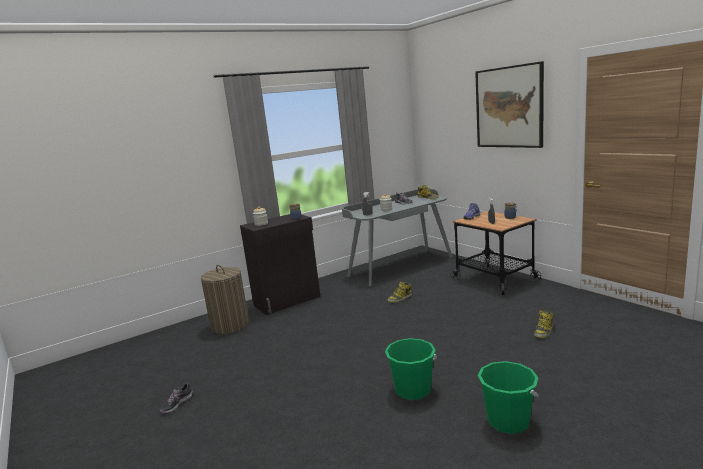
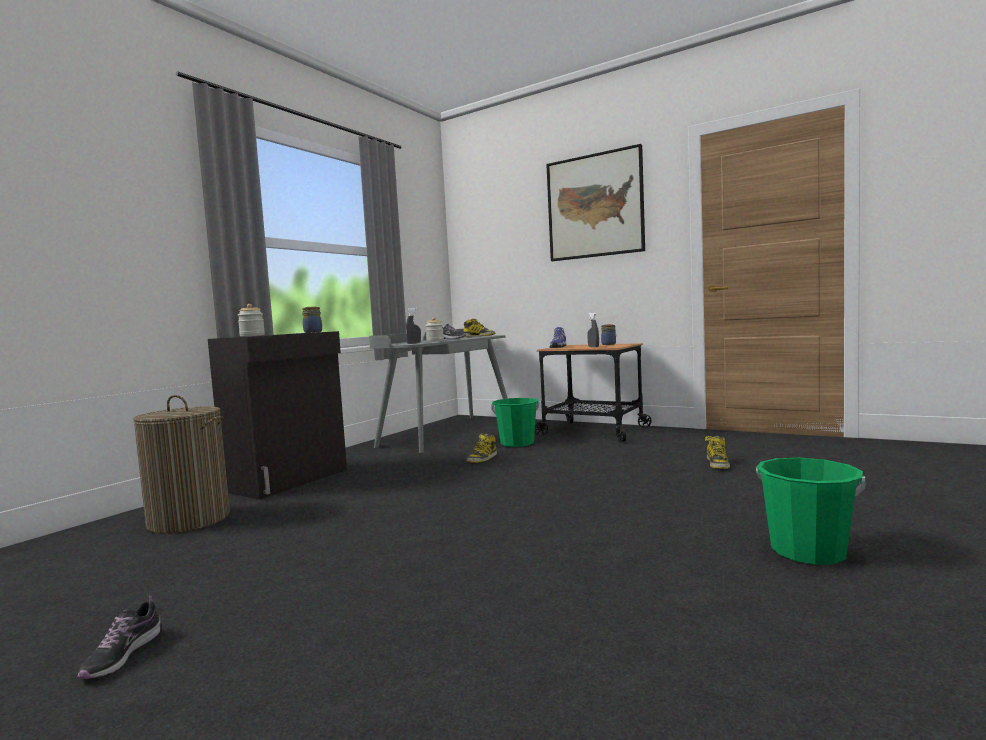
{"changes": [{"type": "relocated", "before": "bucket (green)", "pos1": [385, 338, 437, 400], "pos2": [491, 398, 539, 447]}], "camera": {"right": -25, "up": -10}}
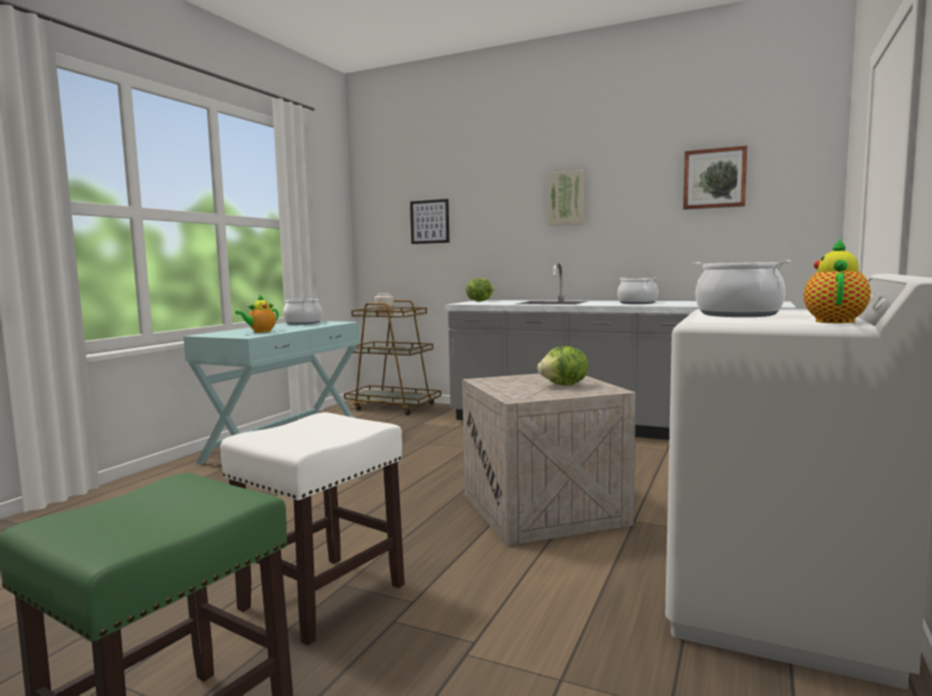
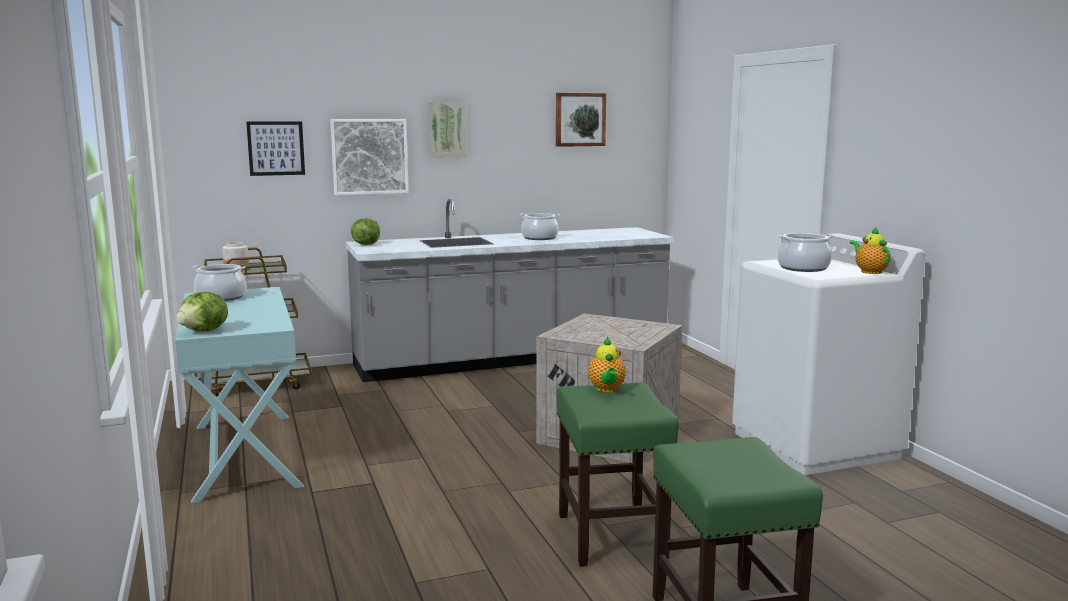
{"changes": [{"type": "appeared", "after": "picture", "pos2": [330, 119, 409, 195]}, {"type": "relocated", "before": "teapot", "pos1": [235, 294, 279, 333], "pos2": [588, 337, 626, 392]}, {"type": "relocated", "before": "lettuce", "pos1": [537, 346, 588, 385], "pos2": [176, 292, 228, 332]}, {"type": "colour", "before": "stool (white)", "after": "stool (green)", "pos1": [220, 412, 405, 645], "pos2": [556, 383, 679, 567]}], "camera": {"right": -45, "up": 5}}
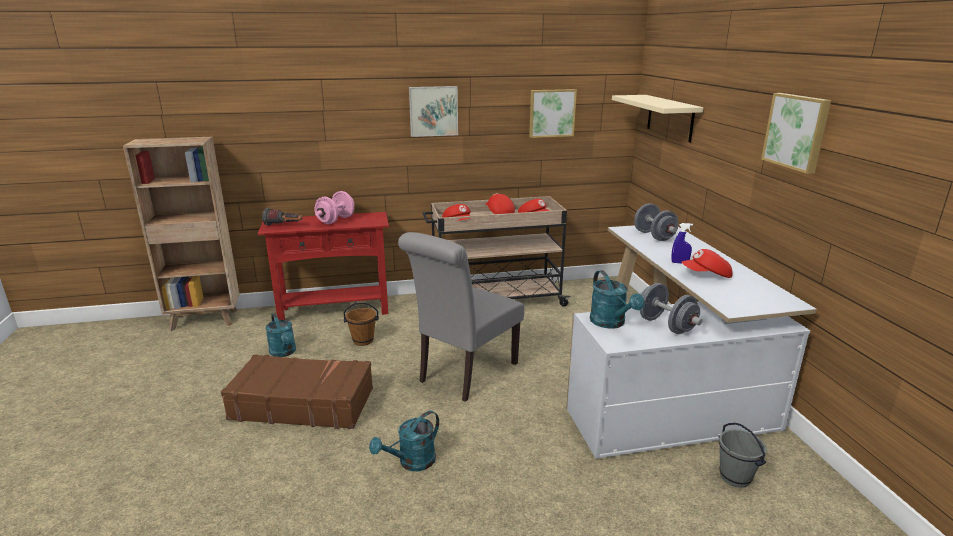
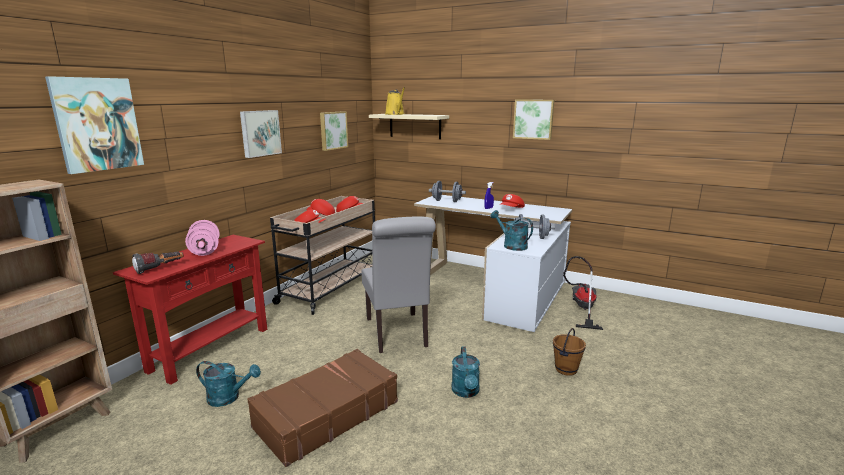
{"changes": [{"type": "appeared", "after": "picture", "pos2": [45, 76, 144, 174]}, {"type": "appeared", "after": "watering can (yellow)", "pos2": [385, 87, 405, 115]}, {"type": "relocated", "before": "bucket (brown)", "pos1": [343, 302, 379, 346], "pos2": [553, 328, 586, 376]}, {"type": "exchanged", "before": "bucket (grey)", "after": "vacuum cleaner", "pos1": [718, 423, 767, 488], "pos2": [563, 256, 603, 330]}, {"type": "spun", "before": "watering can (turquoise)", "pos1": [590, 270, 644, 329], "pos2": [490, 210, 533, 251], "turn": -150}], "camera": {"right": -50, "up": -5}}
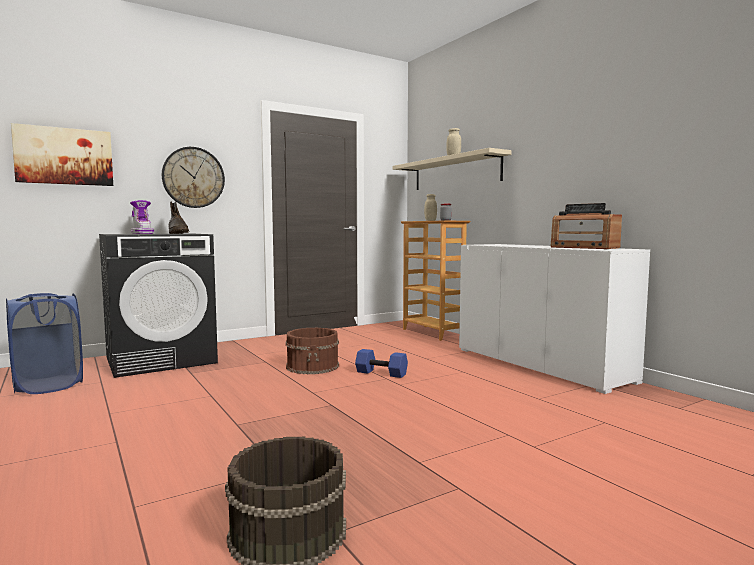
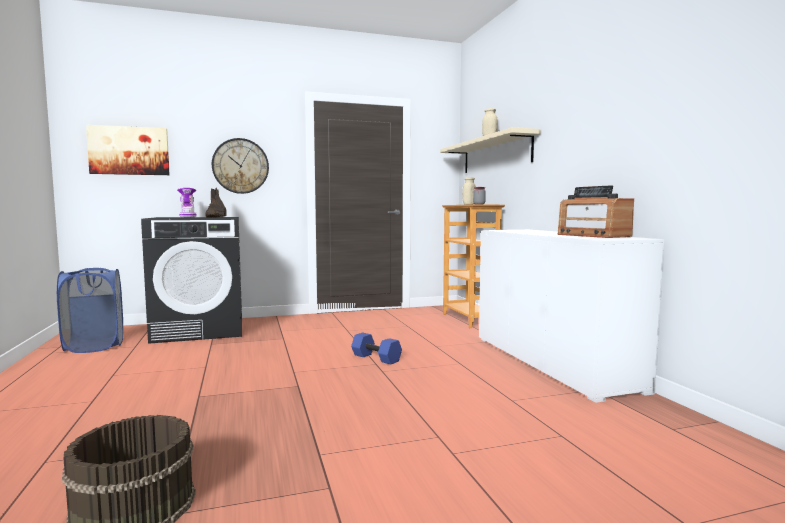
{"changes": [{"type": "missing", "before": "bucket (brown)", "pos1": [285, 328, 339, 374]}], "camera": {"right": 15, "up": 0}}
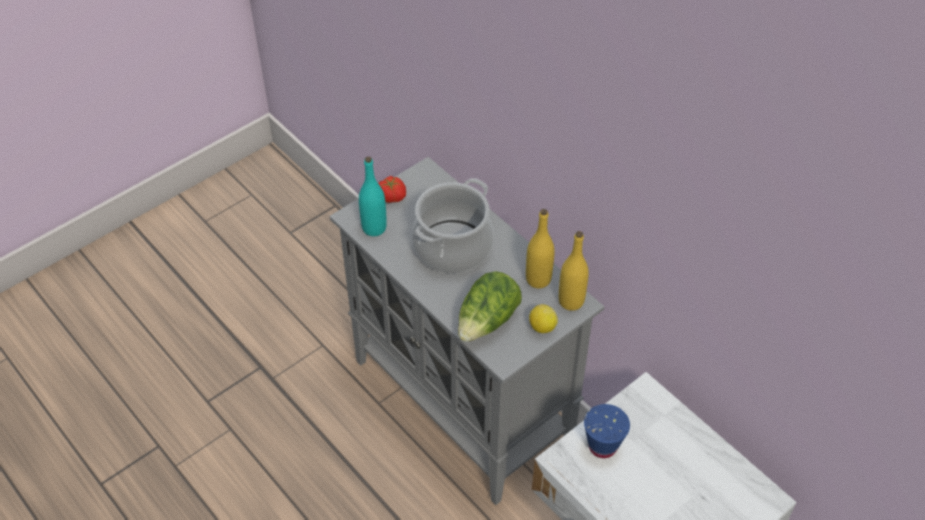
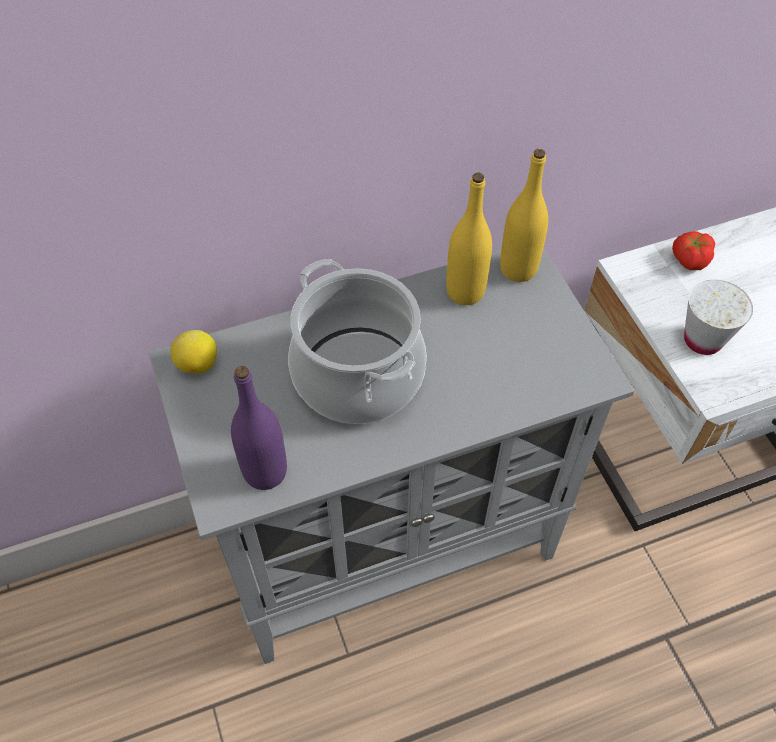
{"changes": [{"type": "missing", "before": "lettuce", "pos1": [458, 271, 522, 342]}, {"type": "relocated", "before": "tomato", "pos1": [378, 176, 406, 203], "pos2": [672, 231, 715, 270]}, {"type": "relocated", "before": "lemon", "pos1": [529, 304, 558, 333], "pos2": [171, 330, 217, 374]}, {"type": "colour", "before": "bottle (turquoise)", "after": "bottle (purple)", "pos1": [359, 157, 387, 236], "pos2": [231, 366, 287, 490]}, {"type": "colour", "before": "cup (blue)", "after": "cup (white)", "pos1": [584, 404, 630, 458], "pos2": [684, 280, 753, 355]}], "camera": {"right": -70, "up": 5}}
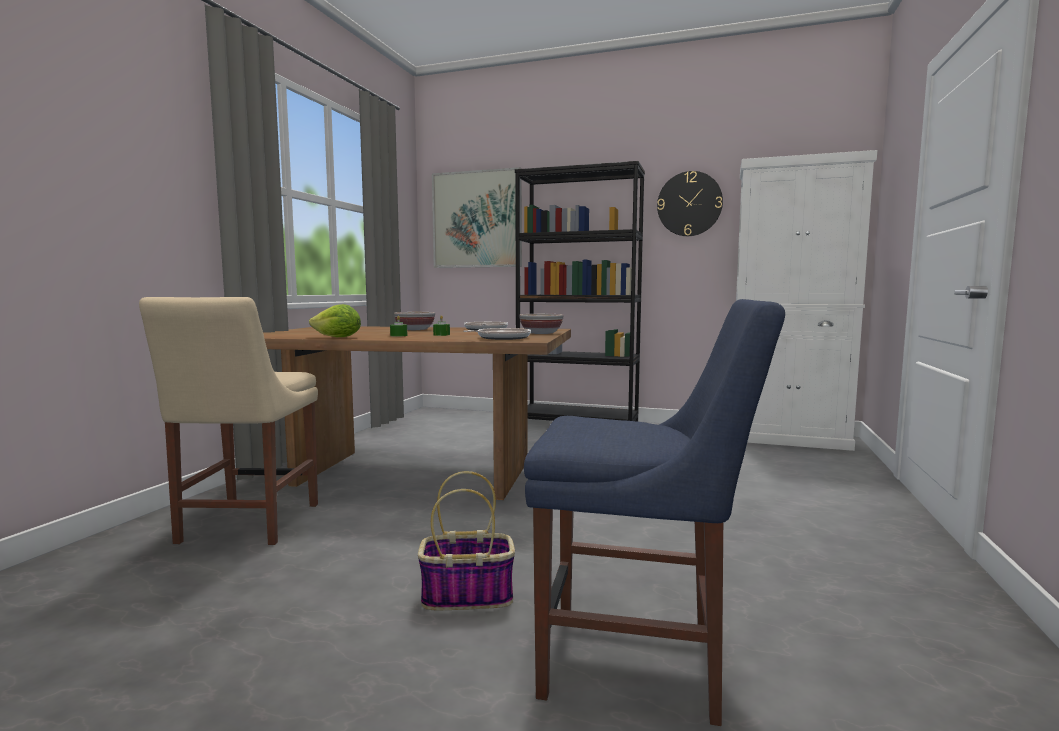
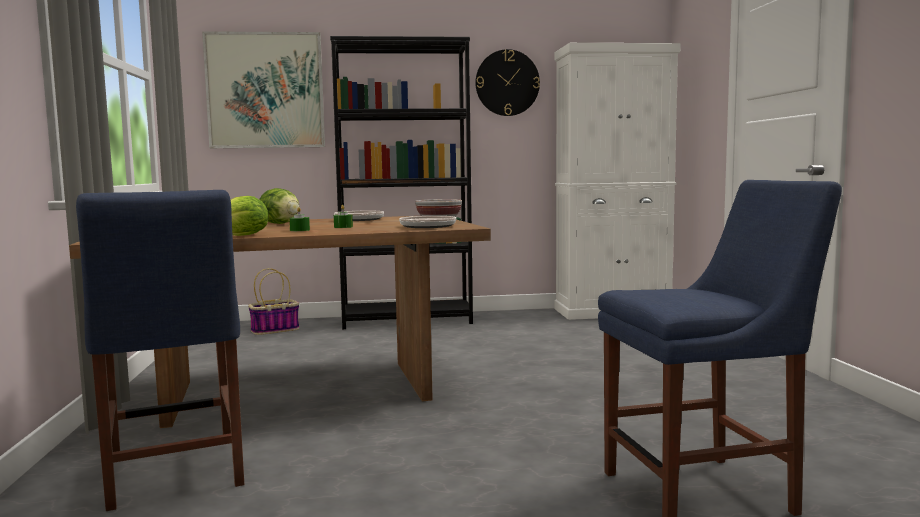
{"changes": [{"type": "relocated", "before": "basket", "pos1": [418, 471, 515, 610], "pos2": [248, 268, 299, 335]}, {"type": "exchanged", "before": "bowl", "after": "lettuce", "pos1": [394, 312, 435, 330], "pos2": [259, 188, 300, 224]}, {"type": "colour", "before": "chair (beige)", "after": "chair (blue)", "pos1": [139, 297, 318, 545], "pos2": [76, 190, 244, 511]}], "camera": {"right": -25, "up": 0}}
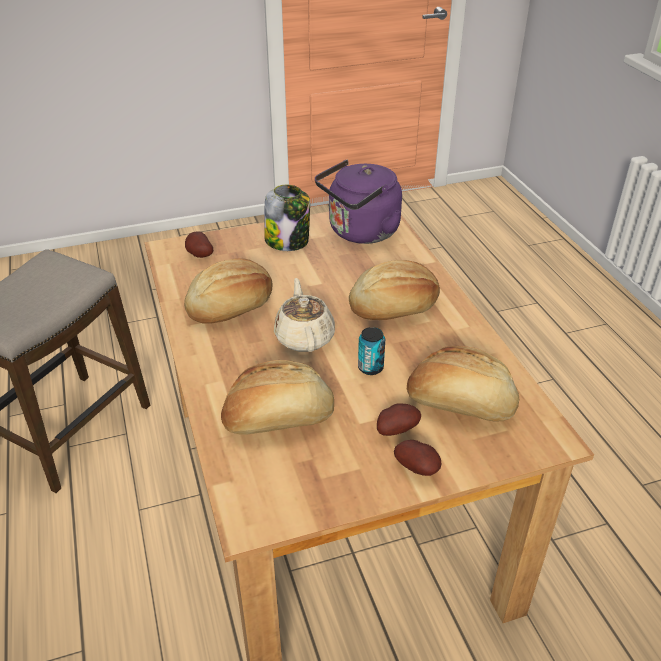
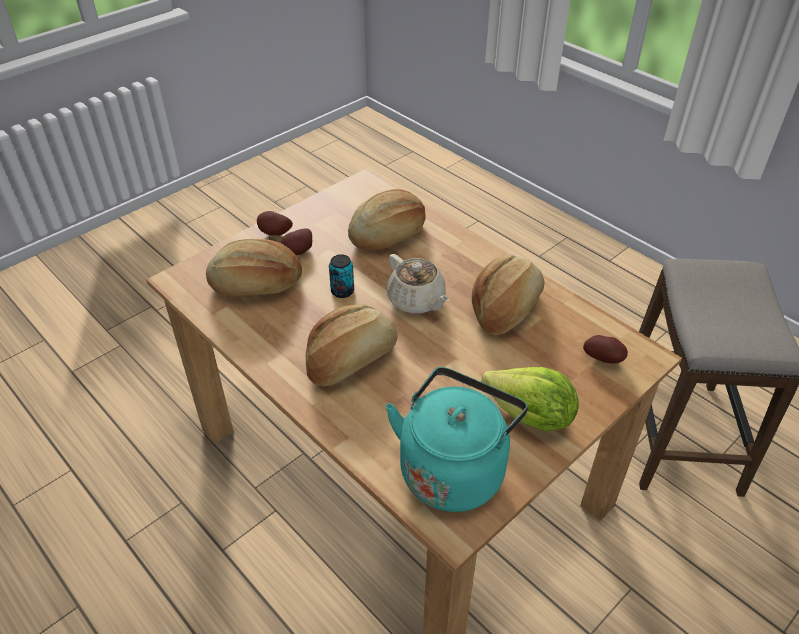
{"changes": [{"type": "exchanged", "before": "jar", "after": "lettuce", "pos1": [264, 185, 310, 251], "pos2": [481, 367, 579, 431]}, {"type": "colour", "before": "kettle (purple)", "after": "kettle (turquoise)", "pos1": [315, 159, 402, 244], "pos2": [386, 367, 528, 512]}], "camera": {"right": 155, "up": 5}}
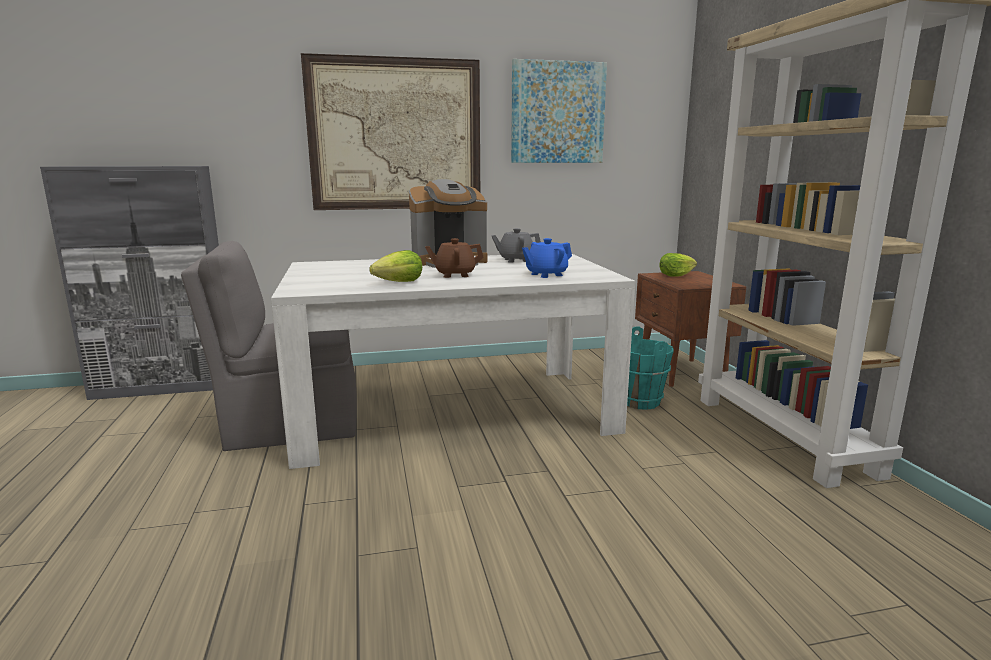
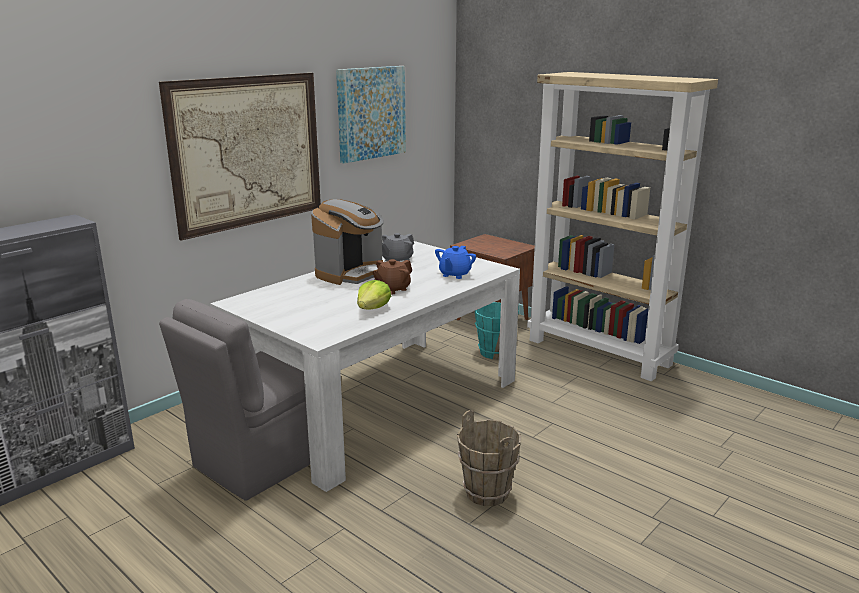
{"changes": [{"type": "missing", "before": "lettuce", "pos1": [659, 253, 697, 277]}, {"type": "appeared", "after": "bucket (brown)", "pos2": [457, 410, 521, 506]}], "camera": {"right": -35, "up": 5}}
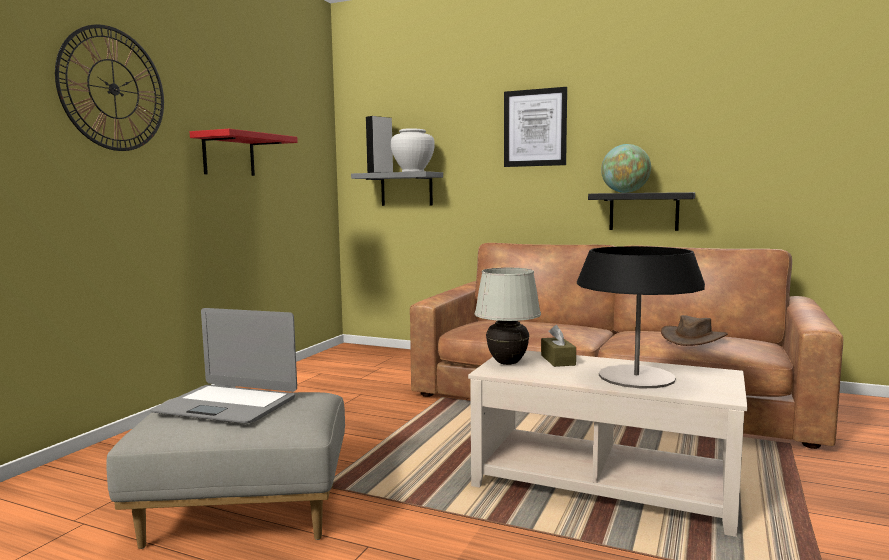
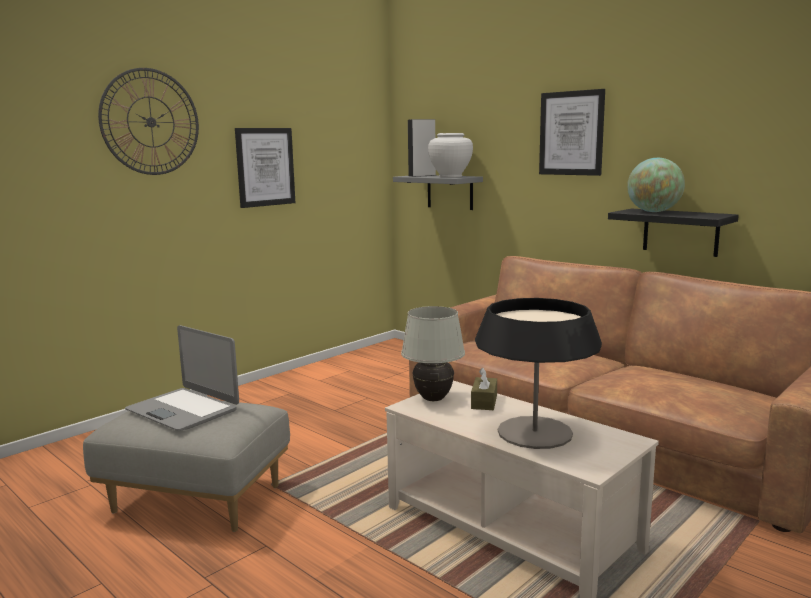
{"changes": [{"type": "missing", "before": "hat (brown)", "pos1": [661, 315, 728, 346]}, {"type": "exchanged", "before": "shelf (red)", "after": "picture", "pos1": [190, 129, 298, 176], "pos2": [235, 128, 295, 208]}], "camera": {"right": 20, "up": 5}}
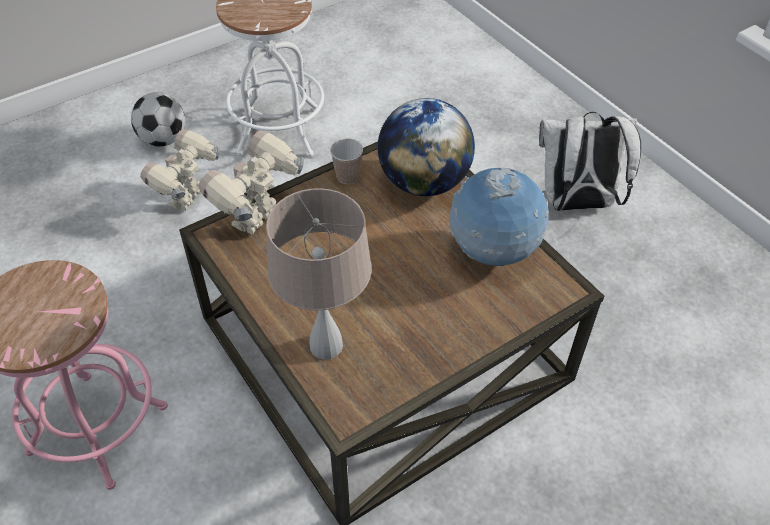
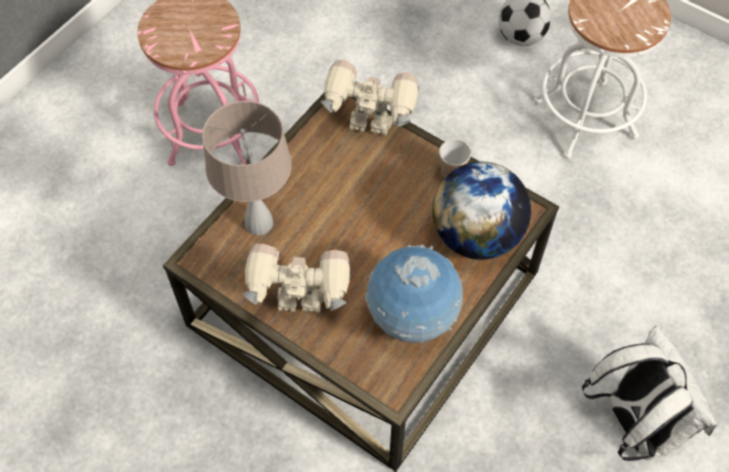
{"changes": [{"type": "relocated", "before": "toy robot", "pos1": [140, 129, 220, 211], "pos2": [243, 244, 350, 313]}], "camera": {"right": 70, "up": 10}}
